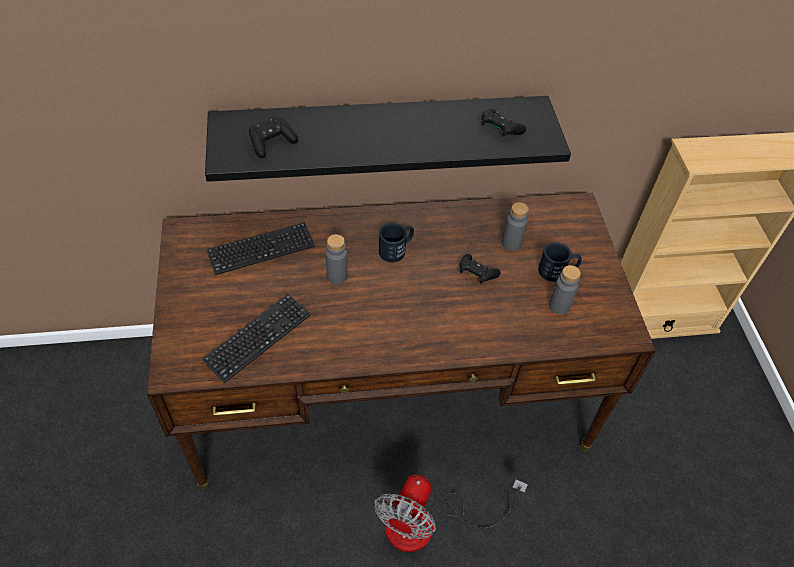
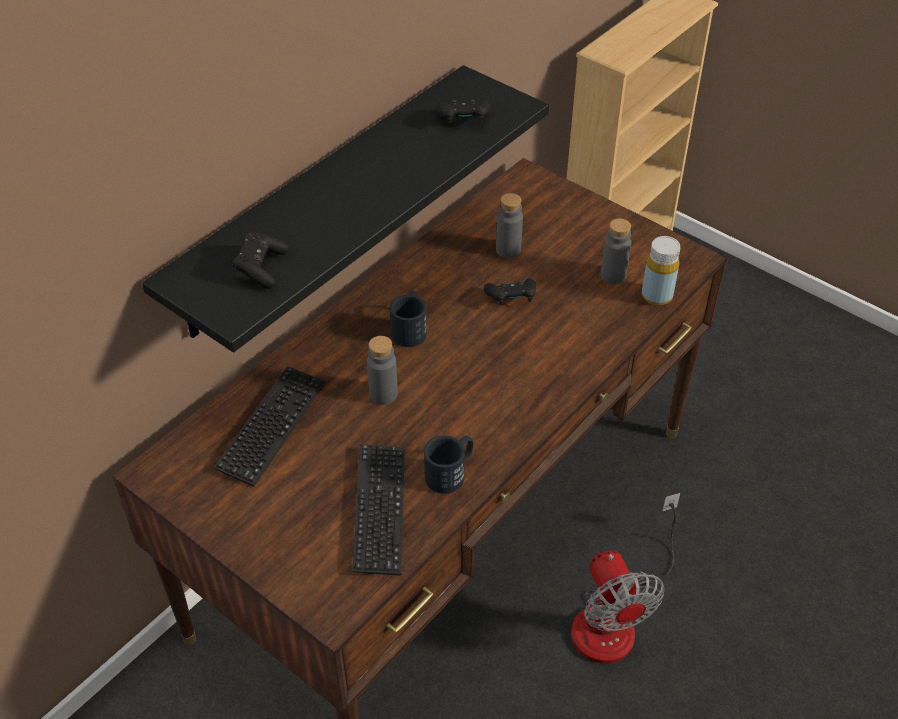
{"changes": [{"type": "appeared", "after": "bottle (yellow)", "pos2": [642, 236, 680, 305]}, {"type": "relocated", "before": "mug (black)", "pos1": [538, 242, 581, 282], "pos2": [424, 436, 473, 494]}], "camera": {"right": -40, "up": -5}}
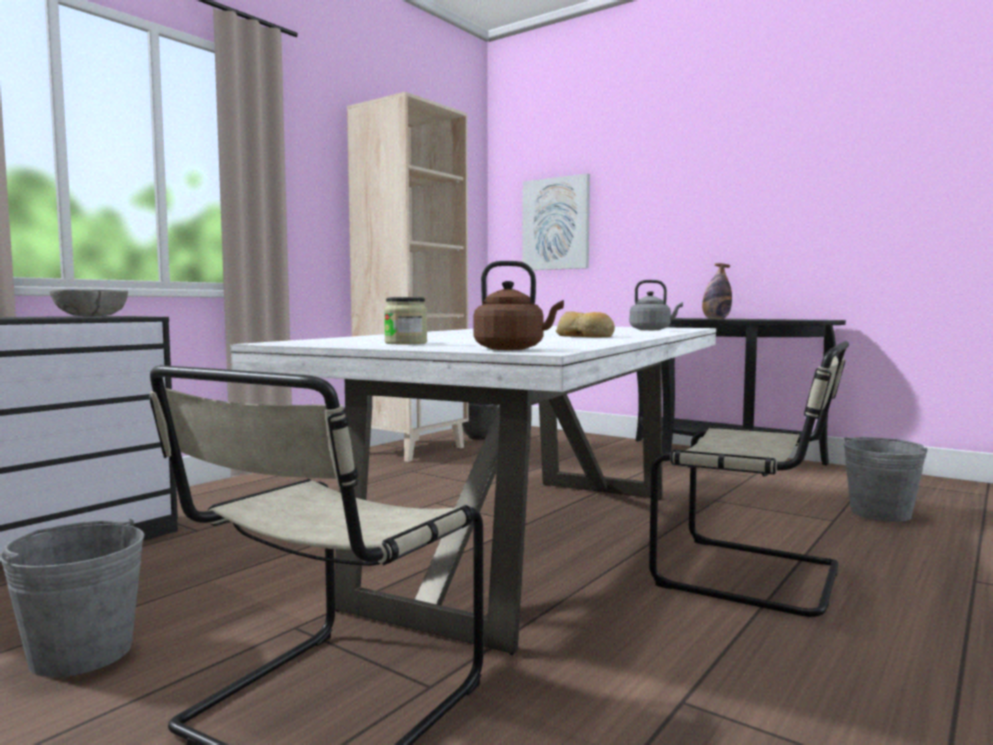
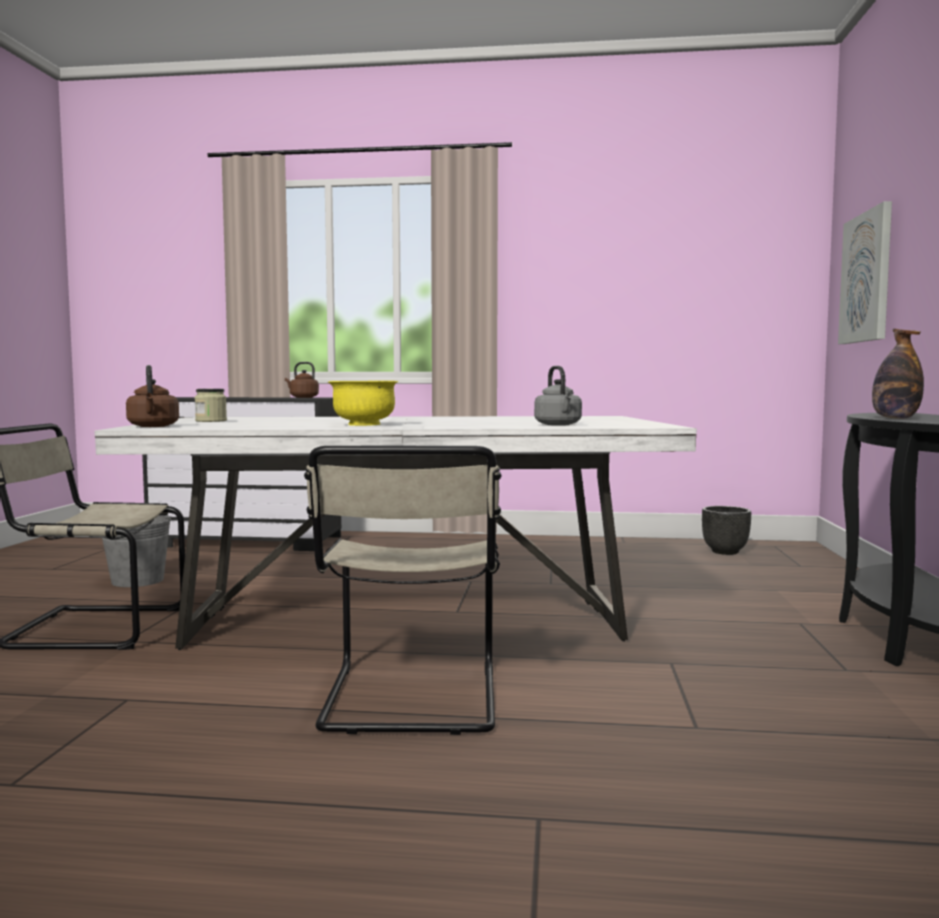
{"changes": [{"type": "missing", "before": "bookcase (beige)", "pos1": [347, 92, 469, 462]}, {"type": "missing", "before": "bucket (grey)", "pos1": [843, 437, 927, 522]}, {"type": "exchanged", "before": "bowl (grey)", "after": "kettle (brown)", "pos1": [49, 290, 128, 316], "pos2": [285, 362, 319, 398]}, {"type": "exchanged", "before": "bread", "after": "bowl (yellow)", "pos1": [556, 311, 615, 337], "pos2": [328, 381, 398, 426]}], "camera": {"right": 60, "up": 0}}
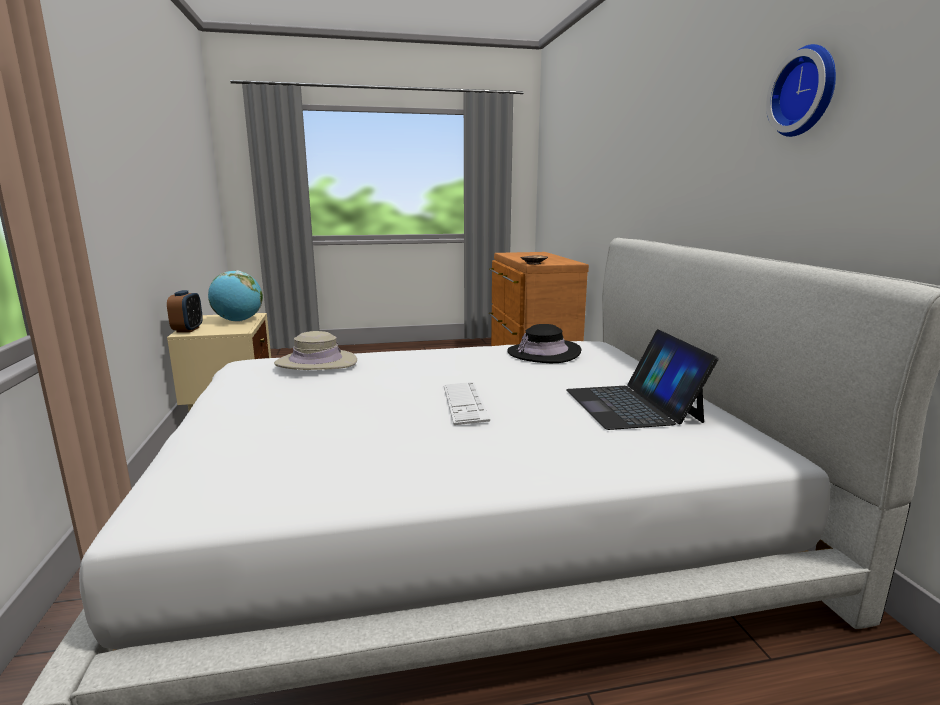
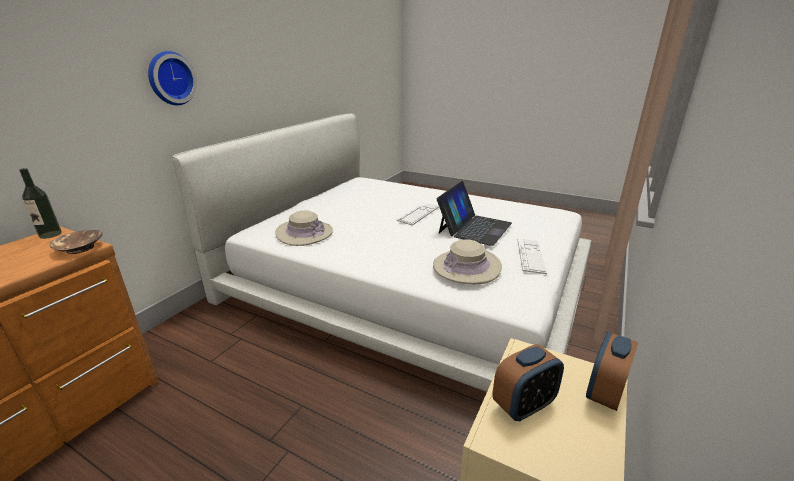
{"changes": [{"type": "appeared", "after": "bottle", "pos2": [19, 168, 62, 239]}, {"type": "appeared", "after": "keyboard", "pos2": [518, 239, 547, 274]}, {"type": "relocated", "before": "laptop", "pos1": [566, 329, 719, 430], "pos2": [436, 181, 512, 246]}, {"type": "relocated", "before": "wall clock", "pos1": [766, 44, 836, 137], "pos2": [148, 51, 197, 105]}, {"type": "exchanged", "before": "globe", "after": "alarm clock", "pos1": [208, 270, 263, 322], "pos2": [492, 344, 564, 422]}, {"type": "colour", "before": "hat (black)", "after": "hat (beige)", "pos1": [507, 324, 581, 363], "pos2": [275, 210, 333, 246]}], "camera": {"right": -140, "up": 10}}
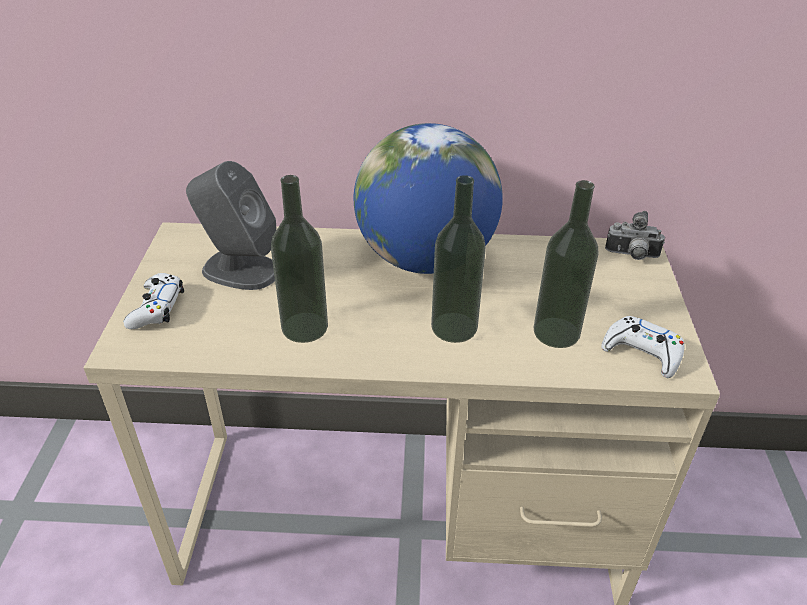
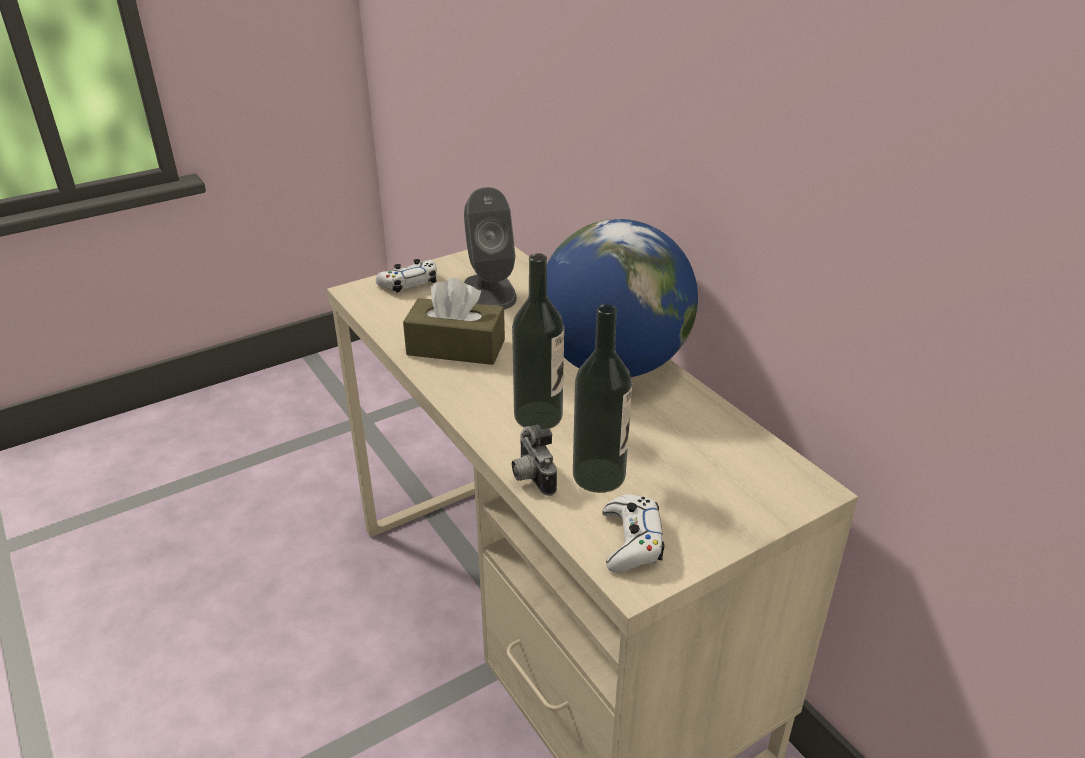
{"changes": [{"type": "relocated", "before": "photo camera", "pos1": [605, 211, 665, 260], "pos2": [512, 425, 557, 496]}, {"type": "exchanged", "before": "bottle", "after": "tissue box (brown)", "pos1": [271, 175, 328, 343], "pos2": [403, 278, 505, 365]}], "camera": {"right": 55, "up": -5}}
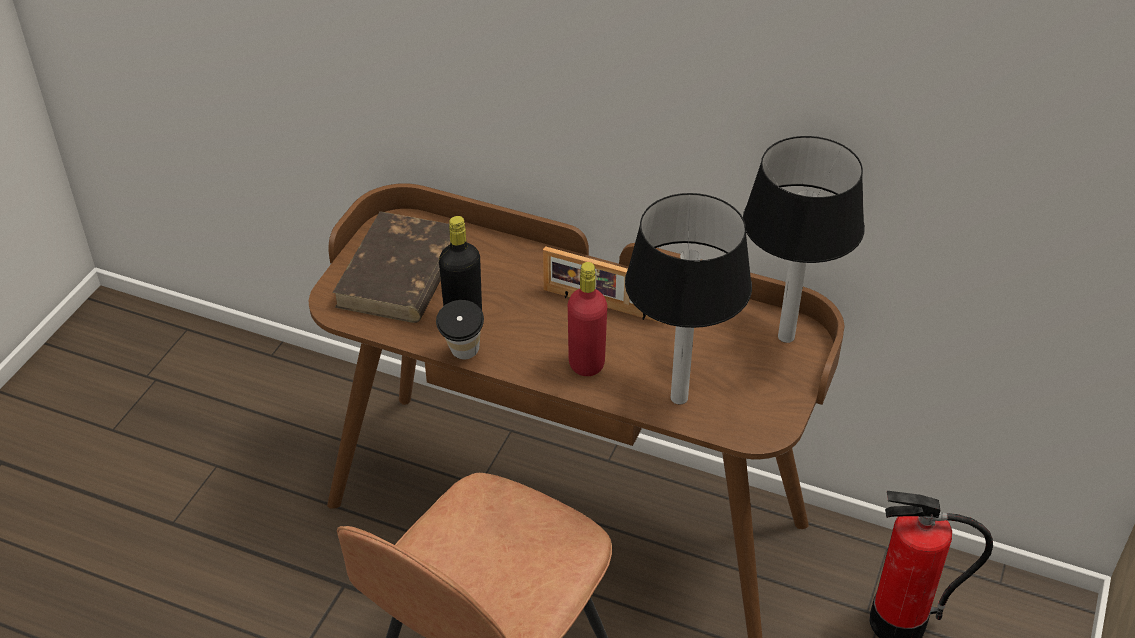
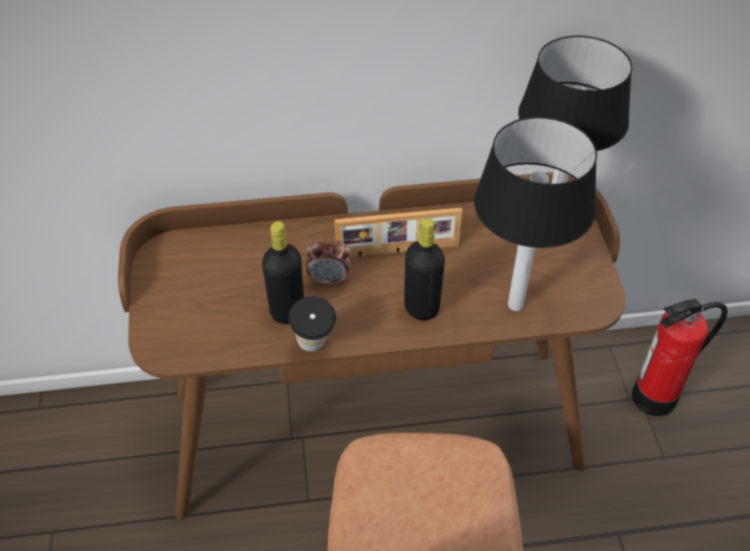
{"changes": [{"type": "missing", "before": "book (brown)", "pos1": [332, 211, 450, 323]}, {"type": "appeared", "after": "alarm clock", "pos2": [306, 239, 350, 285]}, {"type": "colour", "before": "bottle (red)", "after": "bottle (black)", "pos1": [568, 262, 607, 376], "pos2": [404, 218, 445, 321]}], "camera": {"right": -30, "up": 5}}
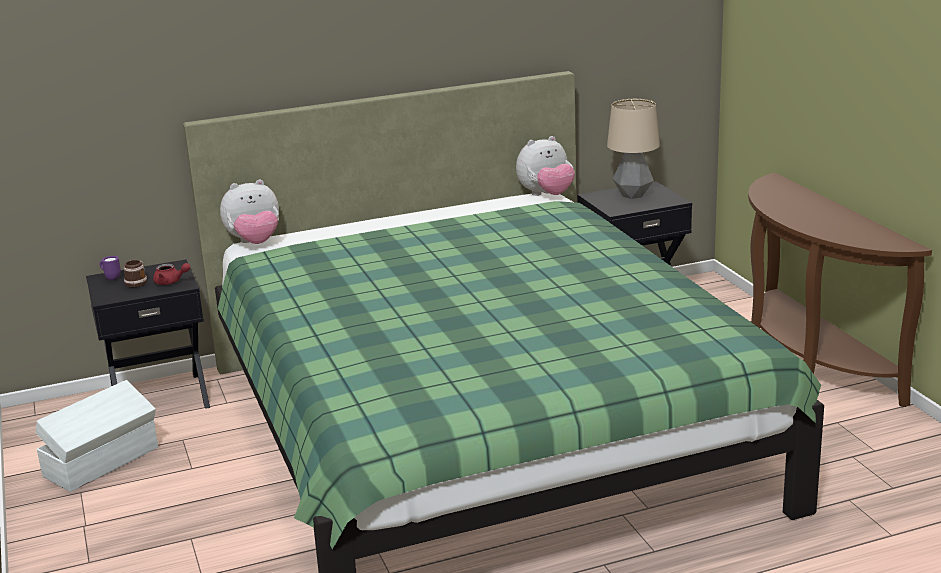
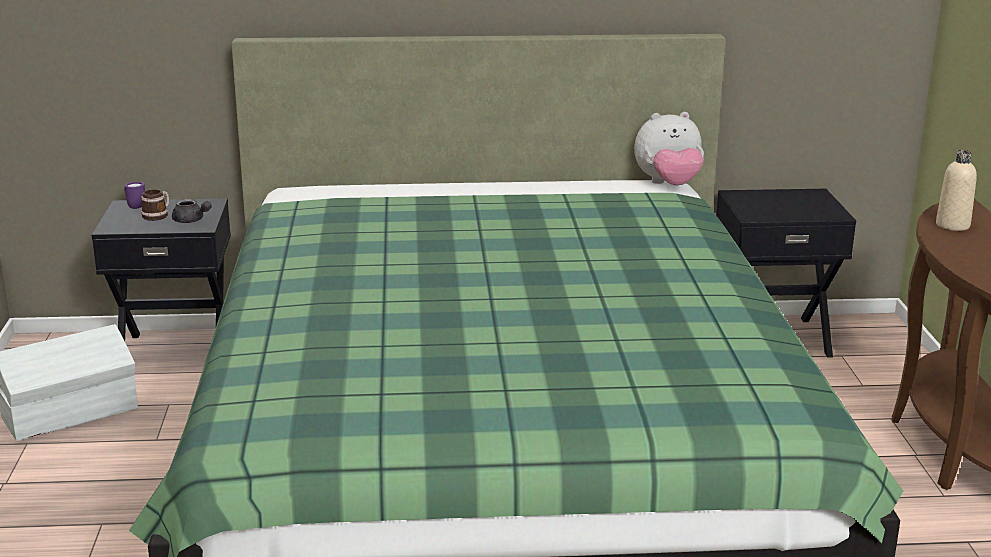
{"changes": [{"type": "missing", "before": "plush toy", "pos1": [220, 180, 279, 244]}, {"type": "missing", "before": "table lamp", "pos1": [607, 99, 660, 199]}, {"type": "appeared", "after": "bottle (beige)", "pos2": [936, 150, 977, 231]}, {"type": "colour", "before": "teapot (red)", "after": "teapot (grey)", "pos1": [153, 263, 190, 285], "pos2": [172, 199, 212, 223]}], "camera": {"right": 15, "up": 0}}
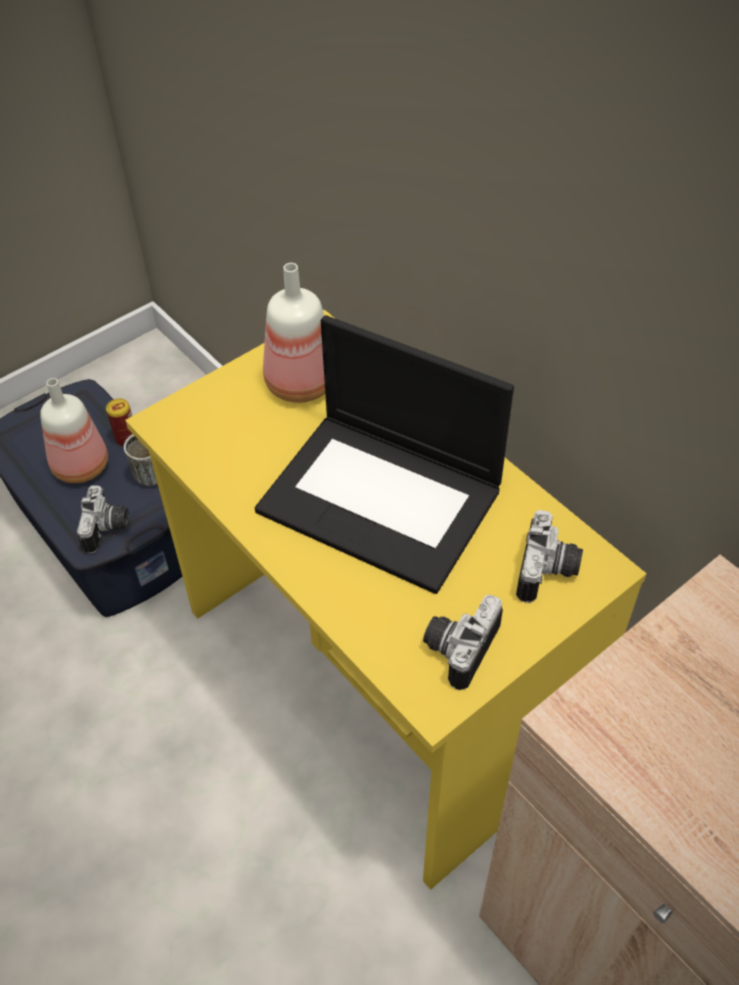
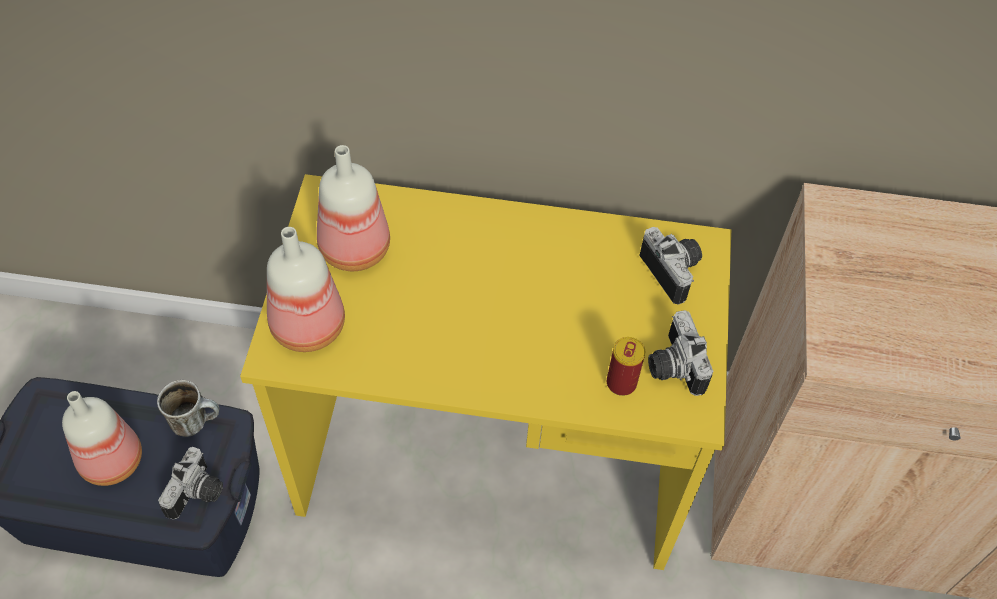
{"changes": [{"type": "missing", "before": "laptop", "pos1": [255, 315, 514, 594]}, {"type": "appeared", "after": "bottle", "pos2": [267, 227, 345, 352]}, {"type": "relocated", "before": "can", "pos1": [106, 399, 132, 447], "pos2": [607, 337, 645, 396]}, {"type": "spun", "before": "photo camera", "pos1": [77, 486, 129, 553], "pos2": [158, 447, 223, 520], "turn": 60}], "camera": {"right": -45, "up": 5}}
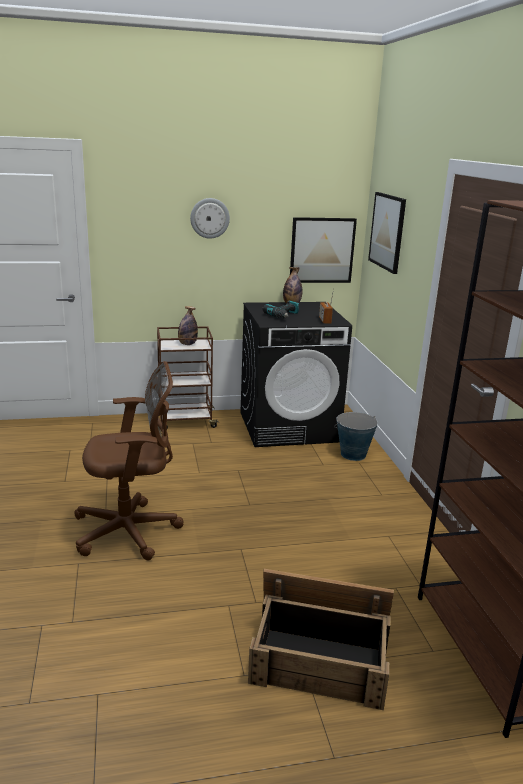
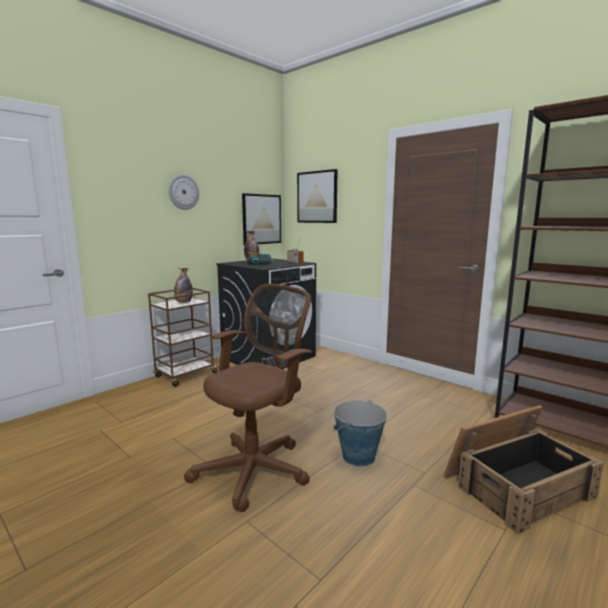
{"changes": [{"type": "relocated", "before": "bucket", "pos1": [334, 412, 378, 461], "pos2": [334, 400, 387, 467]}], "camera": {"right": -35, "up": -10}}
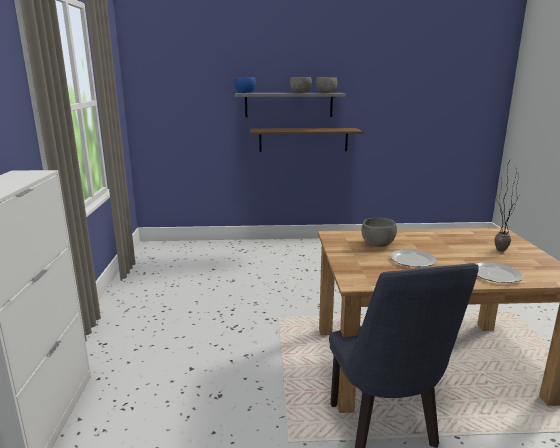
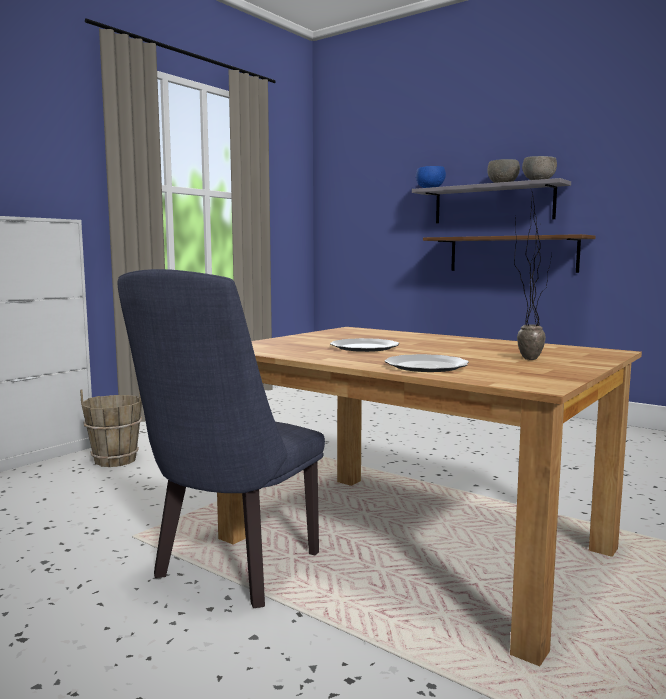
{"changes": [{"type": "missing", "before": "bowl (grey)", "pos1": [361, 218, 397, 247]}, {"type": "appeared", "after": "bucket (brown)", "pos2": [80, 390, 142, 467]}], "camera": {"right": 40, "up": -10}}
